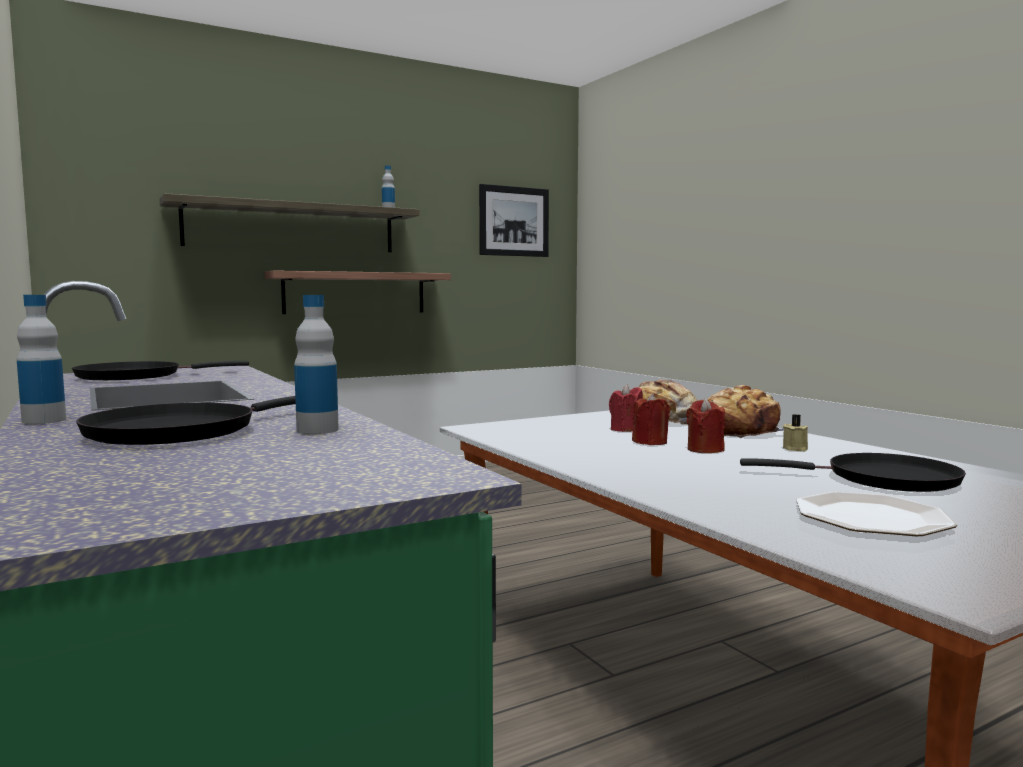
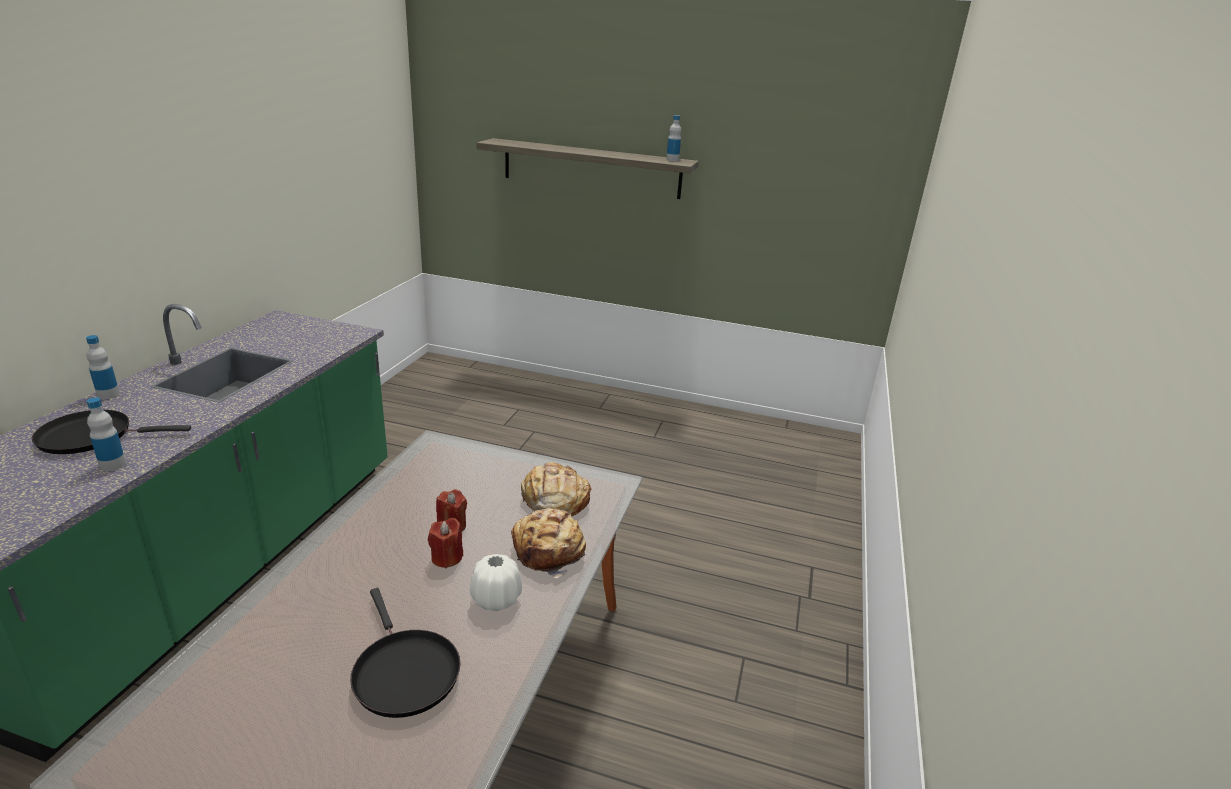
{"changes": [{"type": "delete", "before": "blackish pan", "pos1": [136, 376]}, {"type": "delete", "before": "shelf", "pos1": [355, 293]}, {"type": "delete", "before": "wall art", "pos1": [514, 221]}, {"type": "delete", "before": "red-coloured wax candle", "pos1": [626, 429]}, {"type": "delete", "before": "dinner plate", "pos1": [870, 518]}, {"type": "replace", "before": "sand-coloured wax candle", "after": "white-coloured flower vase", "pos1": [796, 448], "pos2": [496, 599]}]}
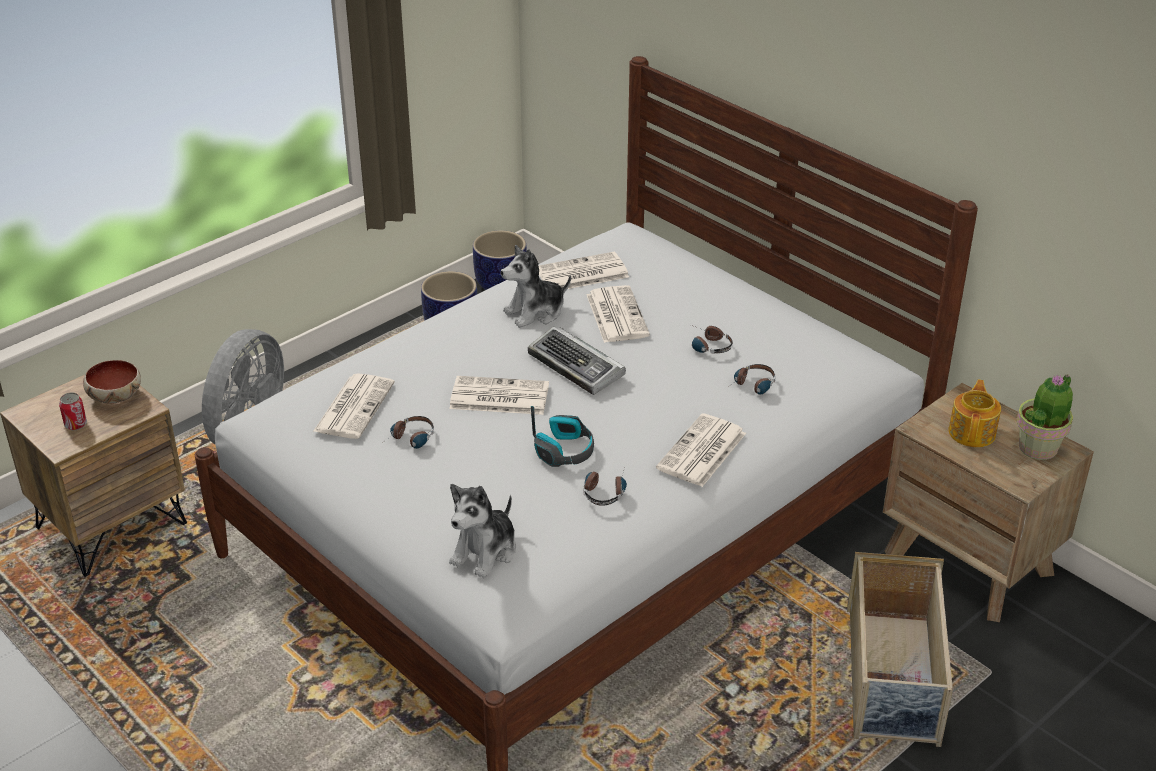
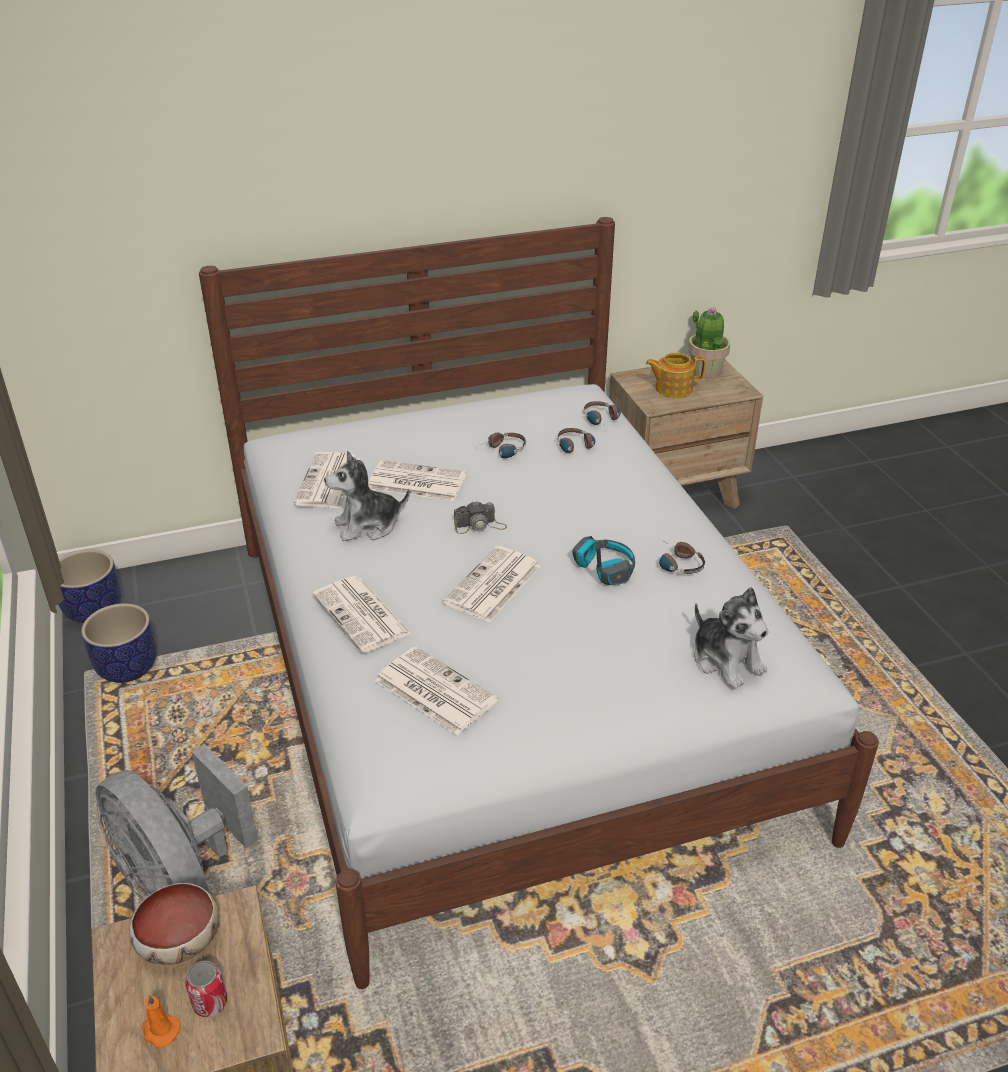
{"changes": [{"type": "delete", "before": "sand-coloured storage box", "pos1": [893, 677]}, {"type": "insert", "after": "orangey wax candle", "pos2": [160, 1030]}, {"type": "move", "before": "headset", "pos1": [409, 440], "pos2": [603, 420]}, {"type": "move", "before": "printed paper", "pos1": [701, 452], "pos2": [363, 615]}, {"type": "replace", "before": "computer keyboard", "after": "still camera", "pos1": [577, 367], "pos2": [480, 526]}, {"type": "rotate", "before": "cuddly toy", "pos1": [535, 312], "pos2": [368, 526], "turn": 75}, {"type": "rotate", "before": "pot for tea", "pos1": [972, 432], "pos2": [672, 388], "turn": -45}]}
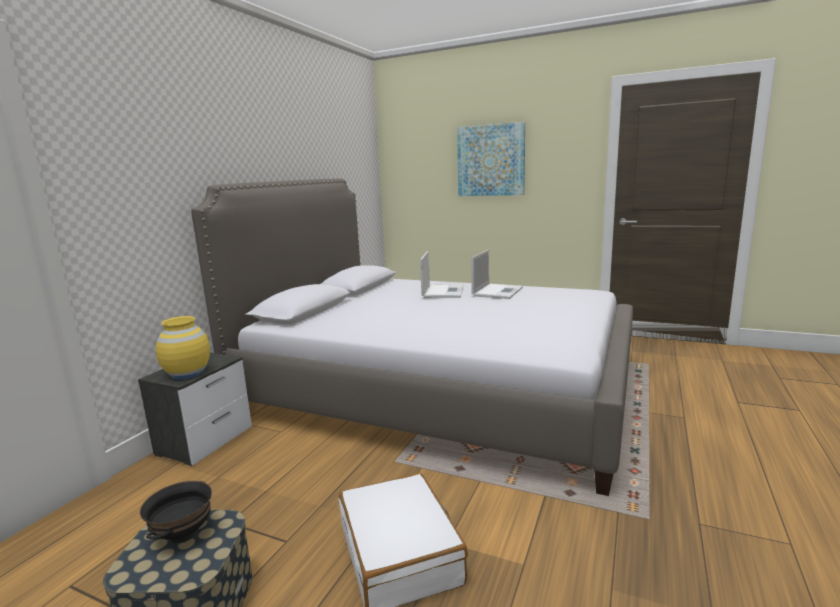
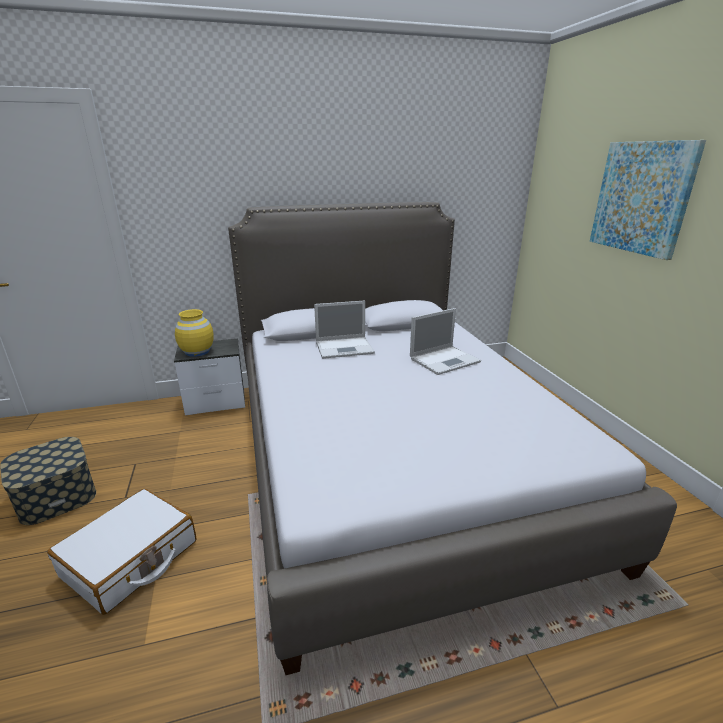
{"changes": [{"type": "delete", "before": "blackish serving bowl", "pos1": [184, 535]}, {"type": "move", "before": "notebook computer", "pos1": [497, 291], "pos2": [345, 347]}]}
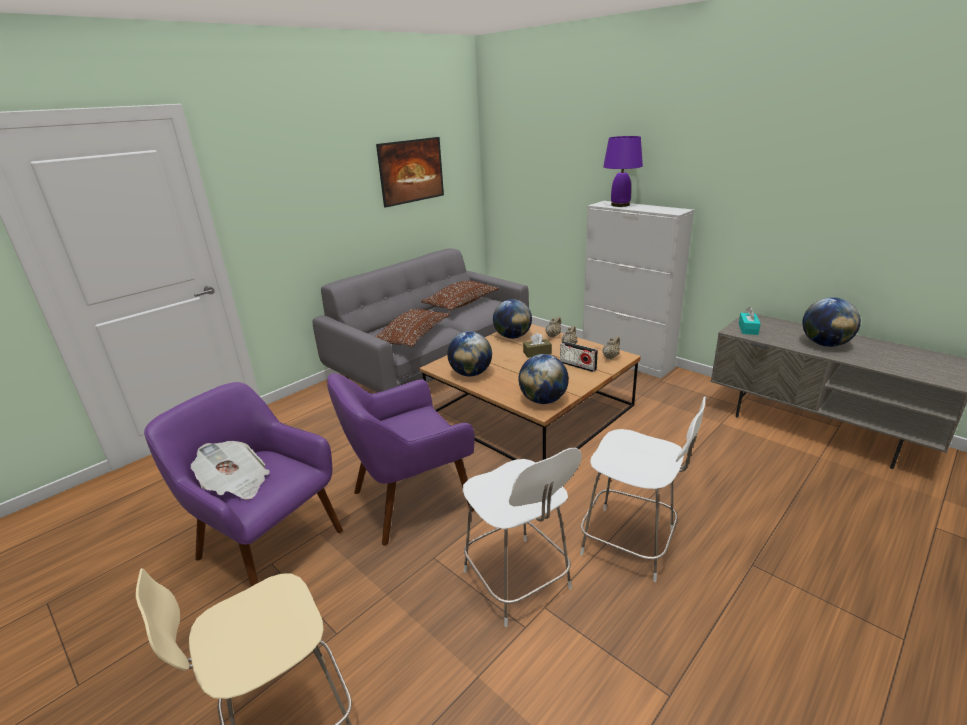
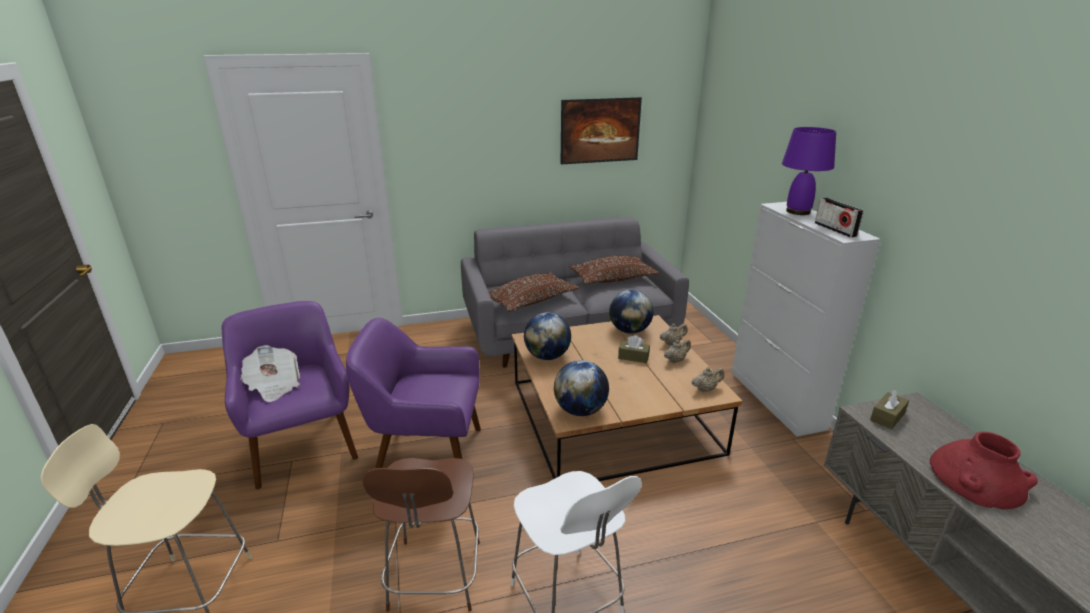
{"changes": [{"type": "move", "before": "radio set", "pos1": [578, 366], "pos2": [835, 229]}, {"type": "replace", "before": "desk globe", "after": "red-coloured flower vase", "pos1": [825, 344], "pos2": [977, 479]}, {"type": "recolor", "before": "white-coloured stool seat", "after": "brown stool seat", "pos1": [518, 582], "pos2": [434, 578]}, {"type": "recolor", "before": "turquoise box of tissues", "after": "brown box of tissues", "pos1": [748, 329], "pos2": [887, 417]}]}
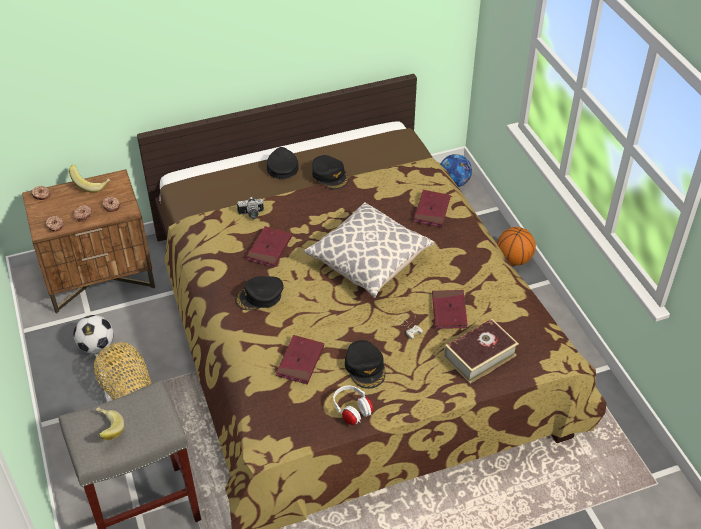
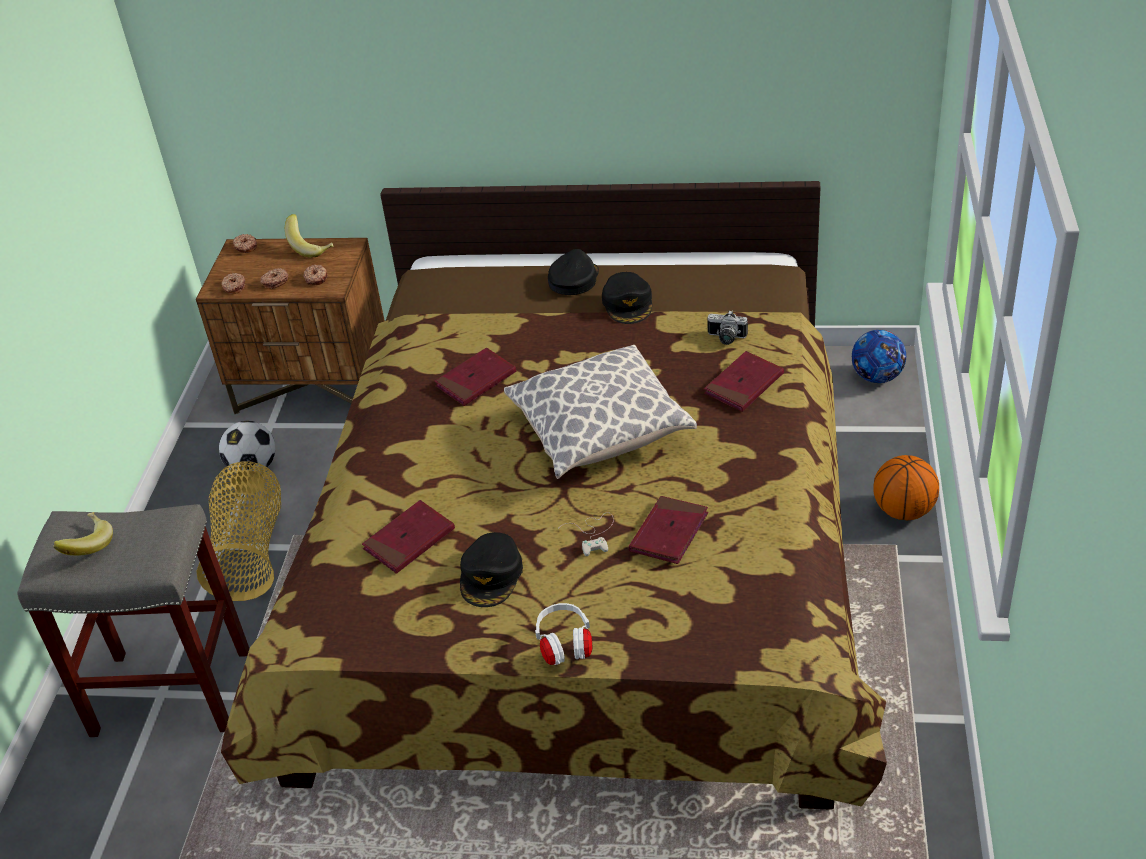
{"changes": [{"type": "delete", "before": "blackish cap", "pos1": [259, 297]}, {"type": "delete", "before": "volume", "pos1": [479, 356]}, {"type": "move", "before": "still camera", "pos1": [251, 214], "pos2": [726, 338]}, {"type": "move", "before": "white-coloured headset", "pos1": [352, 411], "pos2": [565, 646]}]}
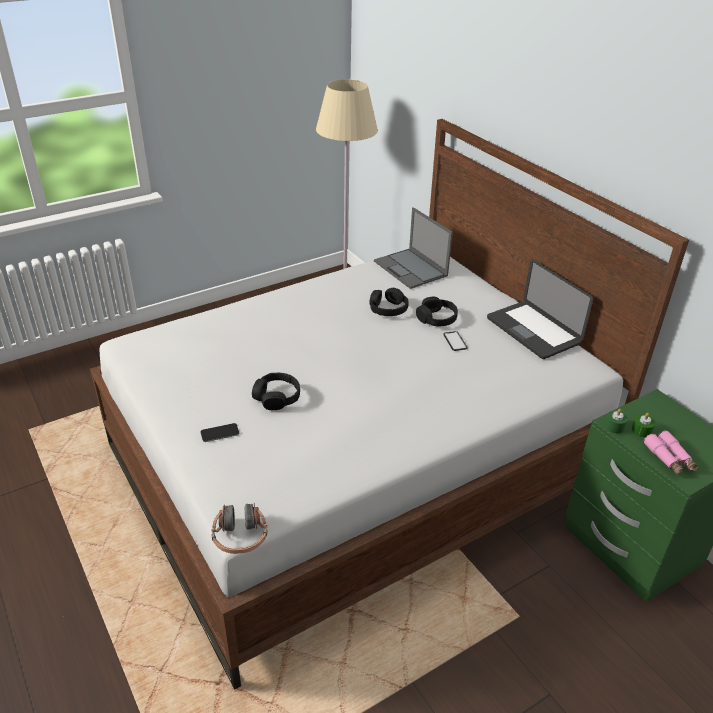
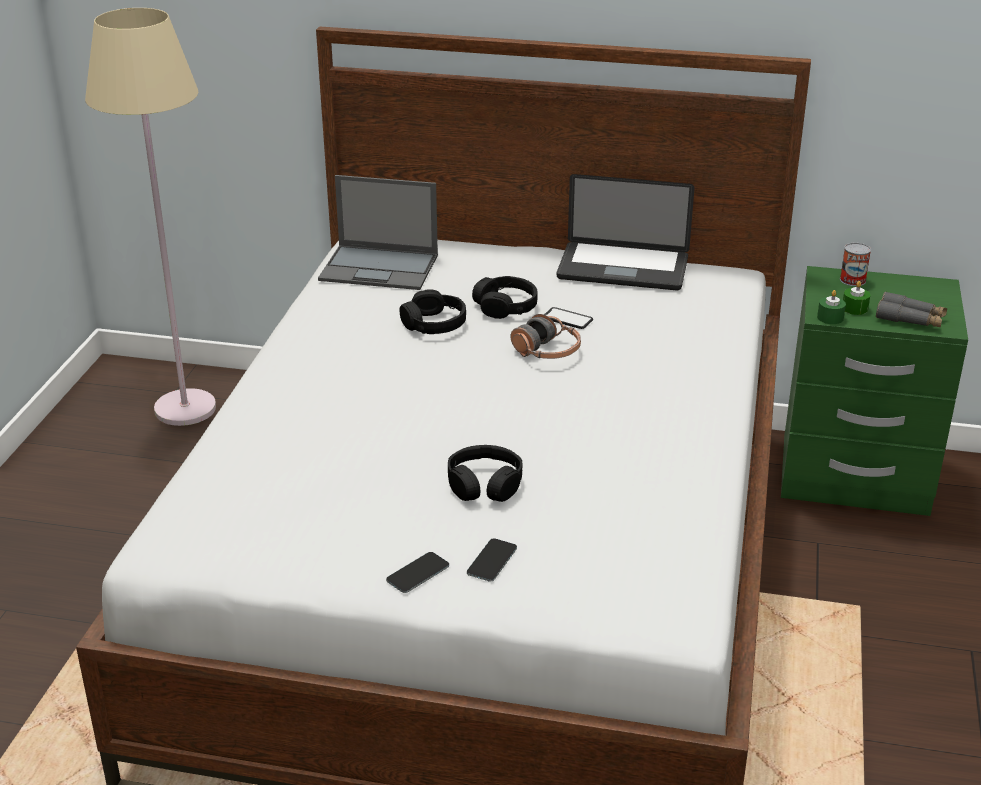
{"changes": [{"type": "insert", "after": "telephone", "pos2": [418, 573]}, {"type": "insert", "after": "metal can", "pos2": [852, 280]}, {"type": "move", "before": "headset", "pos1": [240, 536], "pos2": [546, 352]}, {"type": "recolor", "before": "pink field glasses", "after": "grey field glasses", "pos1": [669, 458], "pos2": [910, 319]}]}
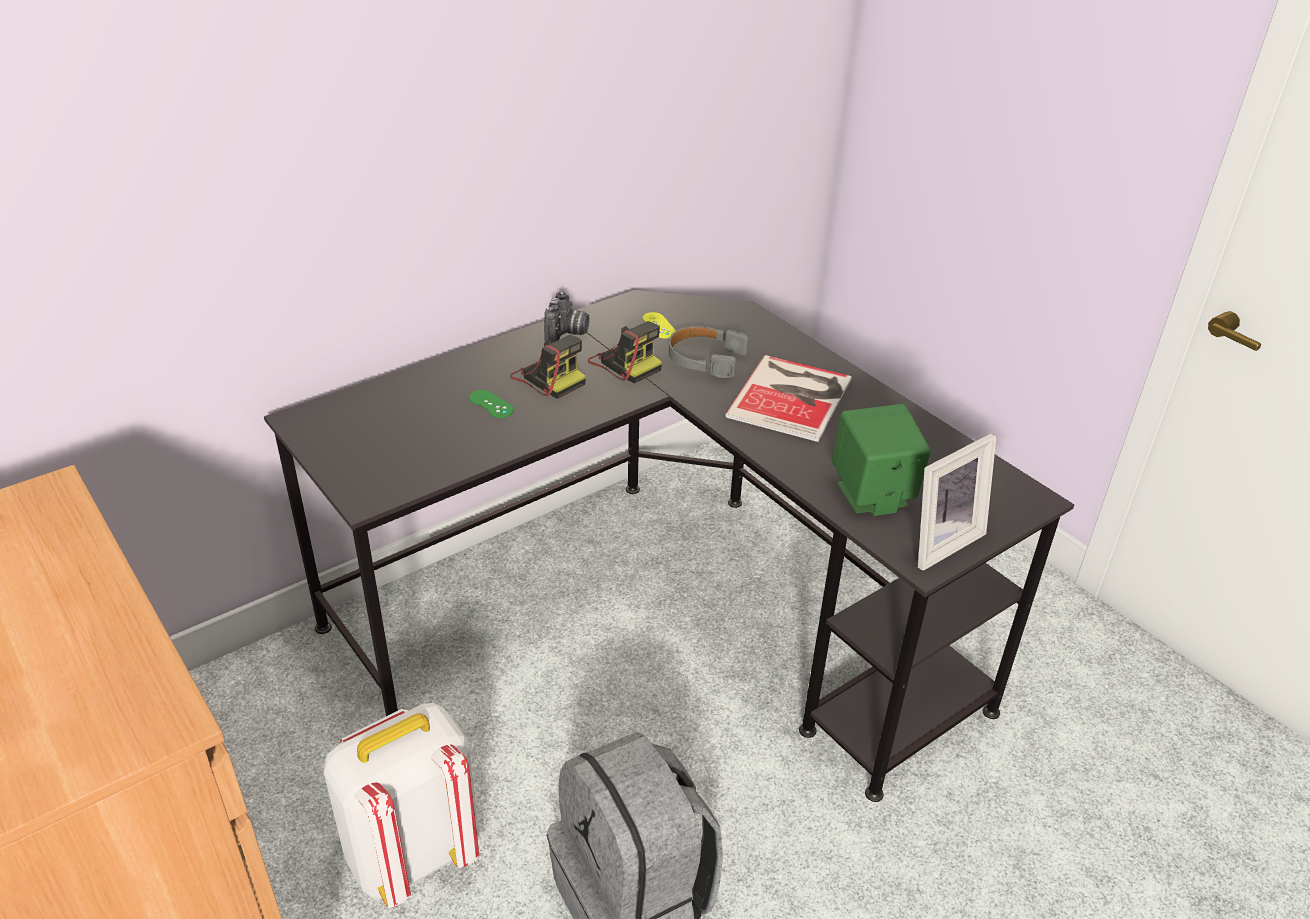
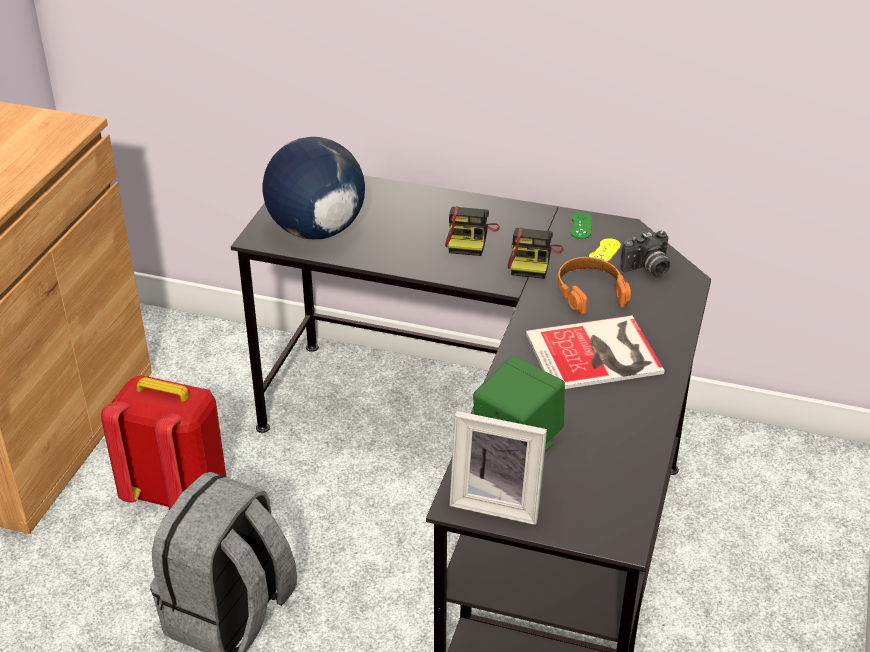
{"changes": [{"type": "insert", "after": "desk globe", "pos2": [316, 231]}, {"type": "move", "before": "green game controller", "pos1": [491, 404], "pos2": [581, 226]}, {"type": "move", "before": "still camera", "pos1": [567, 334], "pos2": [647, 269]}, {"type": "recolor", "before": "white-coloured backpack", "after": "red-coloured backpack", "pos1": [412, 854], "pos2": [178, 493]}, {"type": "recolor", "before": "grey headset", "after": "orangey headset", "pos1": [705, 359], "pos2": [590, 292]}]}
